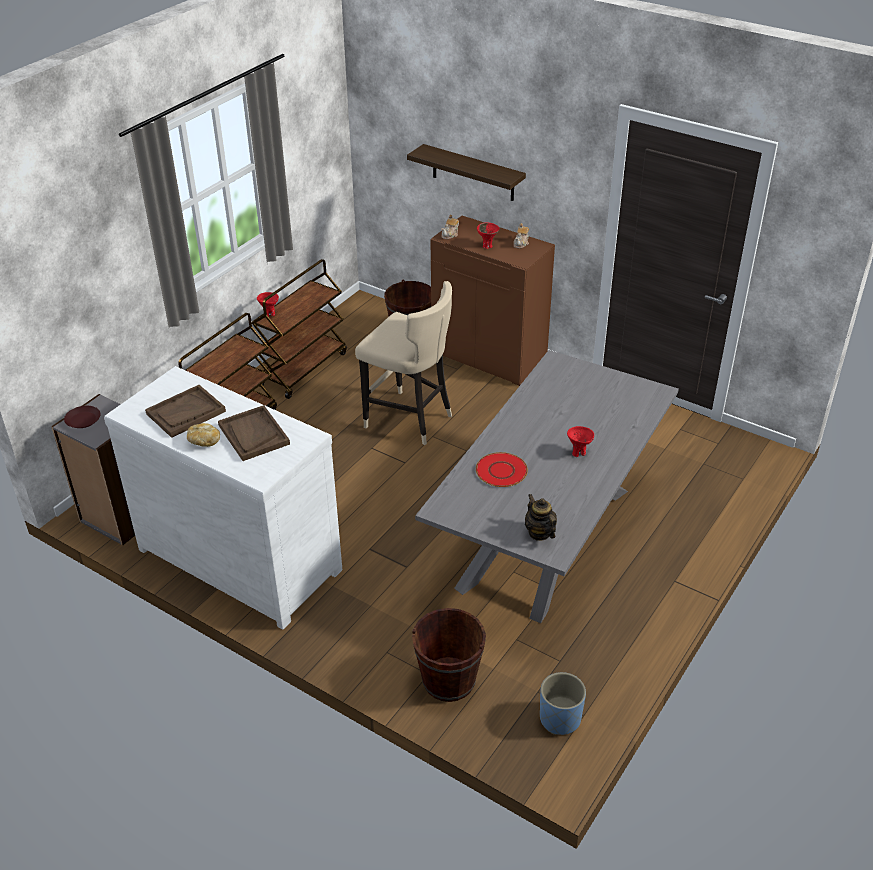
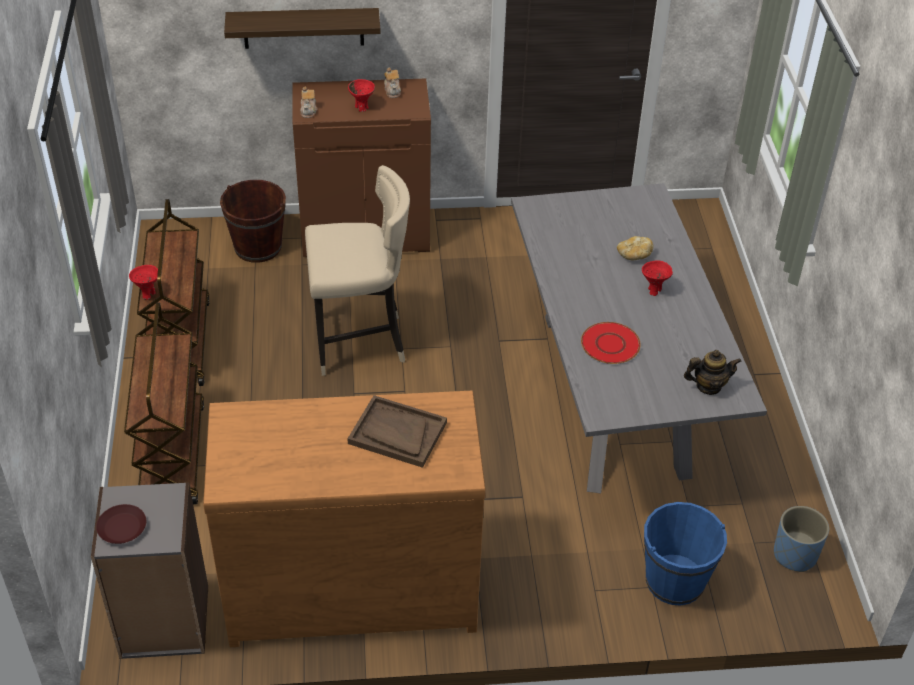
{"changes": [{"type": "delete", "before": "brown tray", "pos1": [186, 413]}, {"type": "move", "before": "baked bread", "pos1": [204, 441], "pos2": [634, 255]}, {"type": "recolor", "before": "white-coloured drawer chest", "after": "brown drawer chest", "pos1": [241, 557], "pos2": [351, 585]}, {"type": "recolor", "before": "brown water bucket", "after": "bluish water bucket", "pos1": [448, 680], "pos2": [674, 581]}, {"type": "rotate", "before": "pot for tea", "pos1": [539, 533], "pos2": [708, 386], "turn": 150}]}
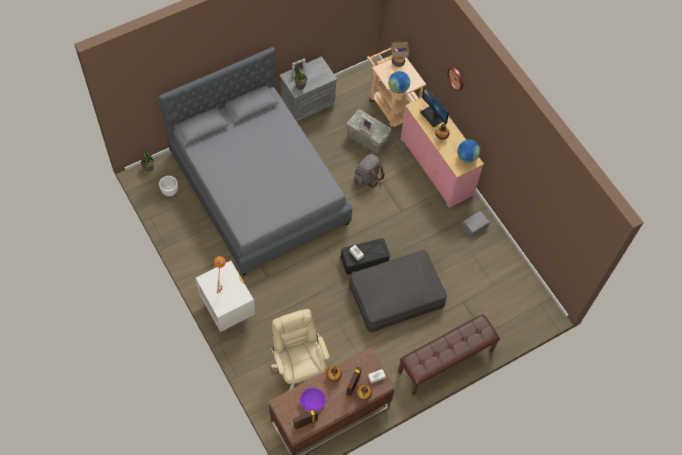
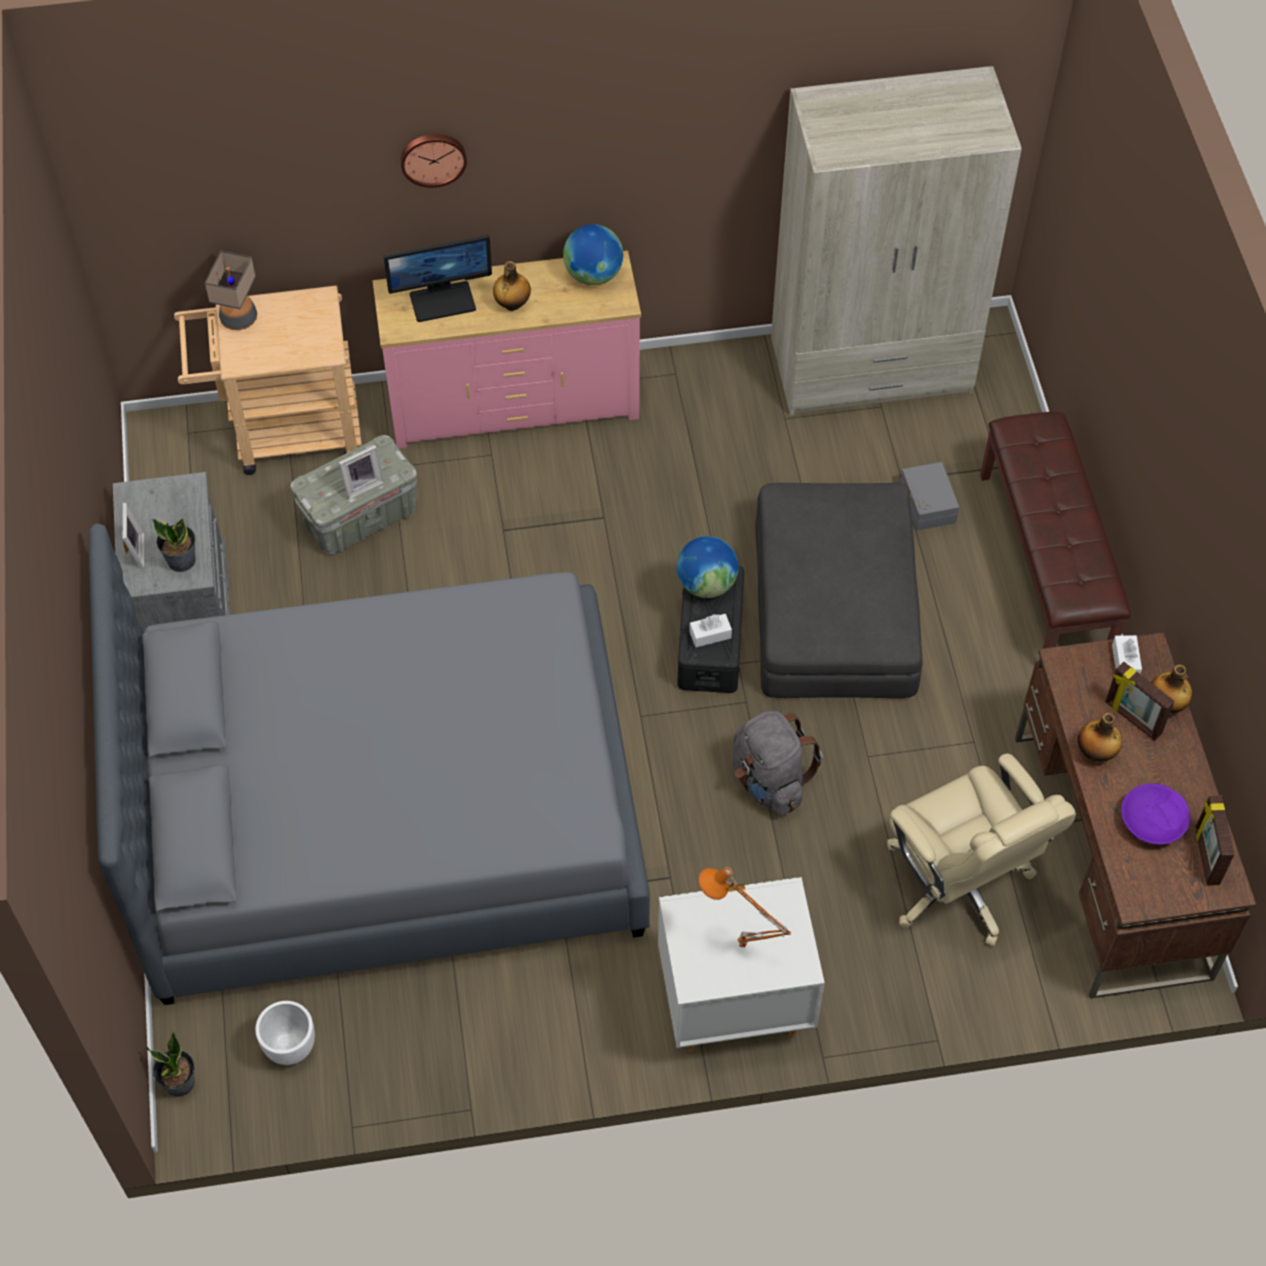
{"changes": [{"type": "insert", "after": "sand-coloured armoire", "pos2": [872, 367]}, {"type": "move", "before": "grey backpack", "pos1": [367, 177], "pos2": [769, 781]}, {"type": "move", "before": "desk globe", "pos1": [398, 88], "pos2": [706, 584]}, {"type": "move", "before": "grey storage box", "pos1": [474, 225], "pos2": [926, 504]}, {"type": "rotate", "before": "sand-coloured office chair", "pos1": [299, 367], "pos2": [959, 884], "turn": -120}]}
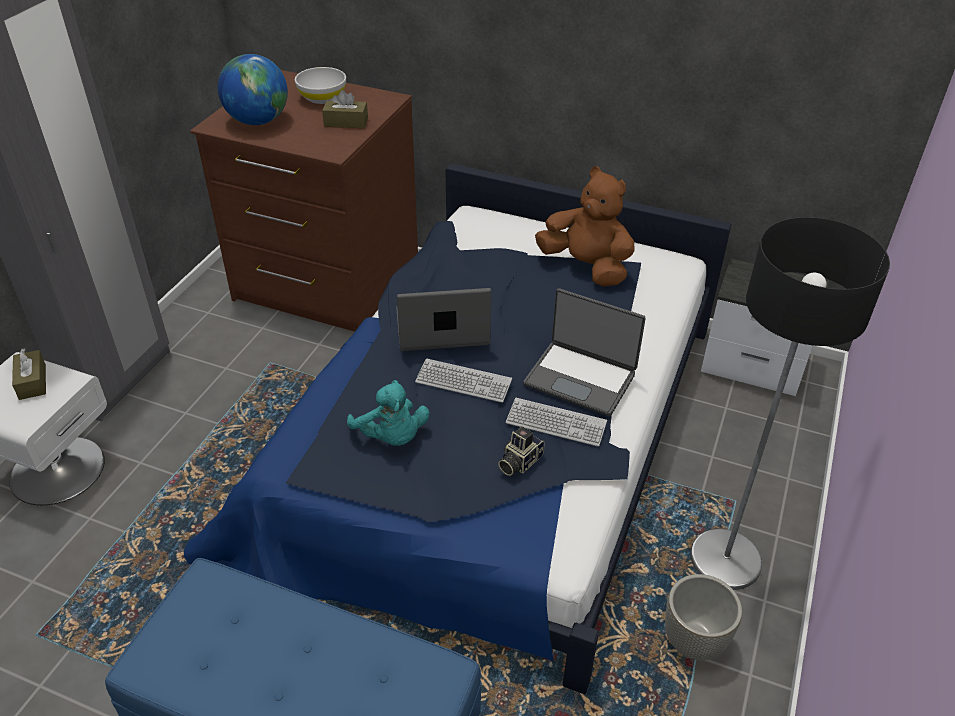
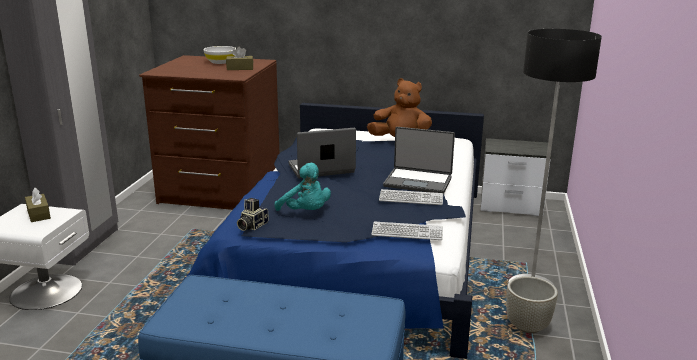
{"changes": [{"type": "delete", "before": "desk globe", "pos1": [258, 121]}, {"type": "move", "before": "computer keyboard", "pos1": [463, 382], "pos2": [407, 232]}, {"type": "move", "before": "still camera", "pos1": [518, 461], "pos2": [251, 226]}]}
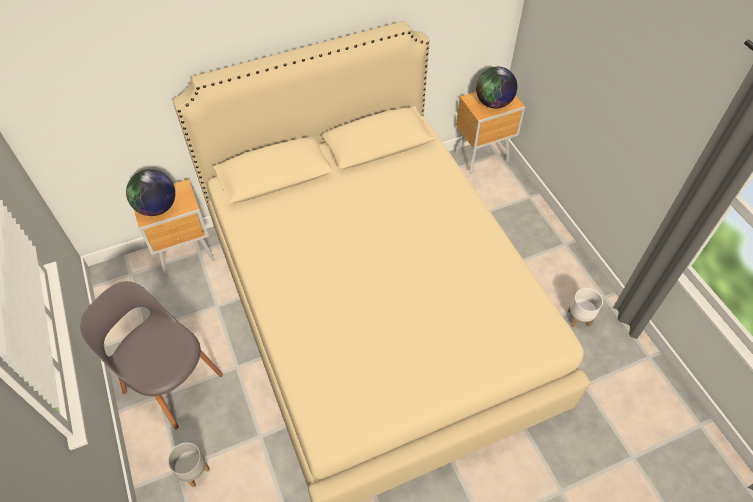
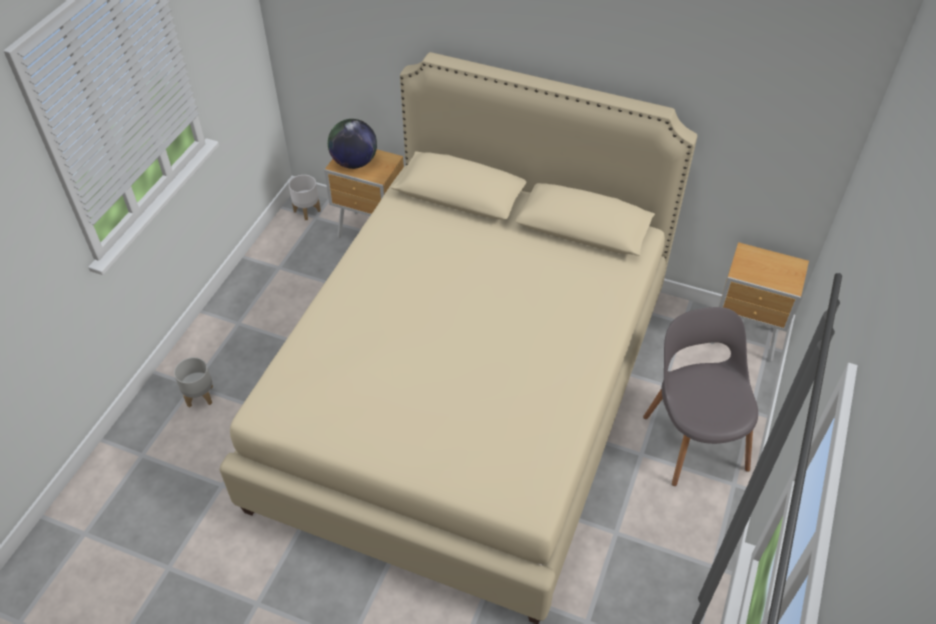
{"changes": [{"type": "delete", "before": "desk globe", "pos1": [493, 103]}, {"type": "move", "before": "grey chair", "pos1": [170, 380], "pos2": [694, 438]}, {"type": "move", "before": "white-coloured flower pot", "pos1": [579, 317], "pos2": [307, 210]}]}
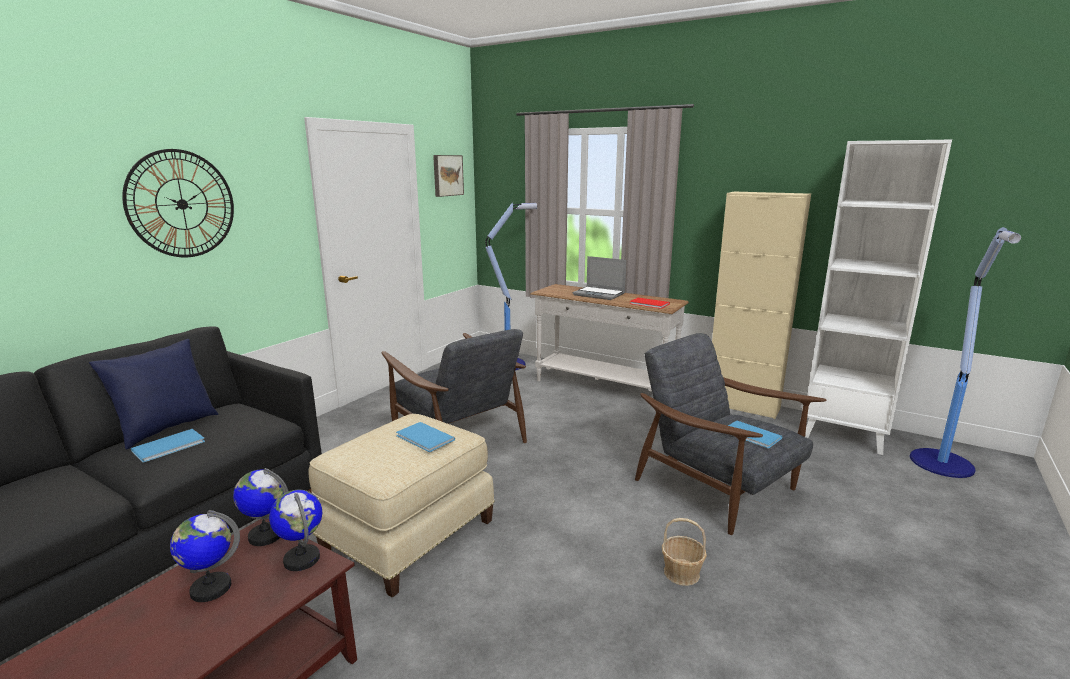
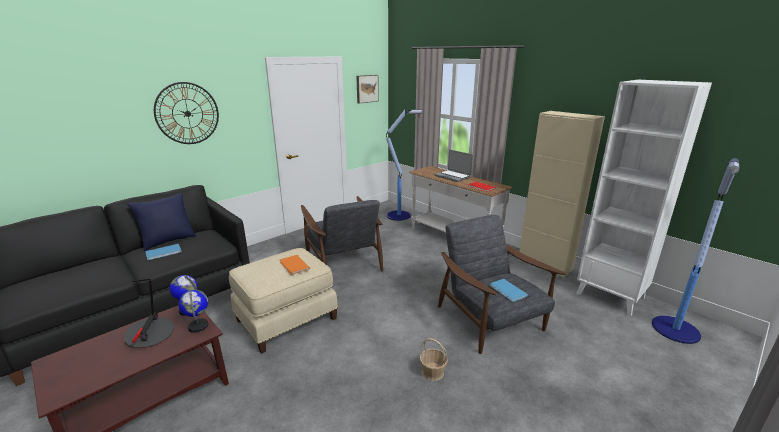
{"changes": [{"type": "replace", "before": "desk globe", "after": "tabletop lamp", "pos1": [210, 588], "pos2": [150, 334]}, {"type": "recolor", "before": "bluish volume", "after": "orangey volume", "pos1": [424, 439], "pos2": [293, 265]}]}
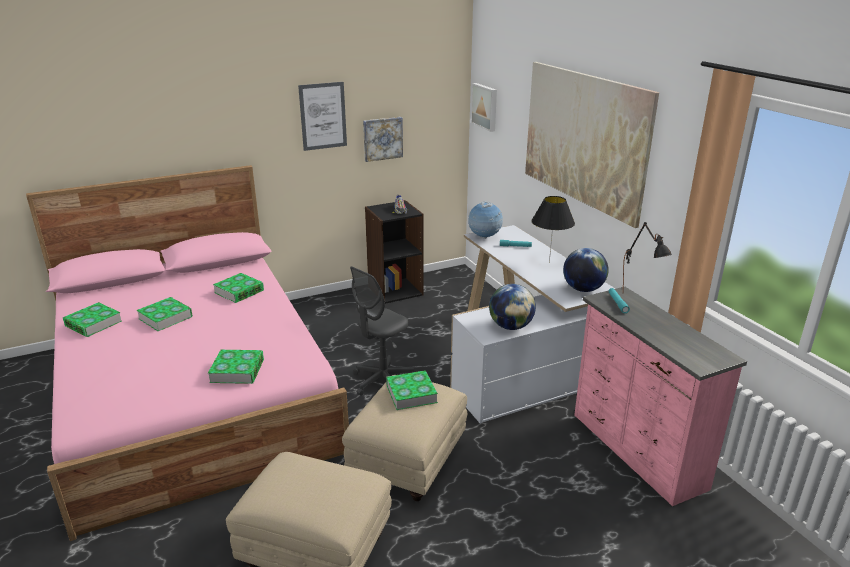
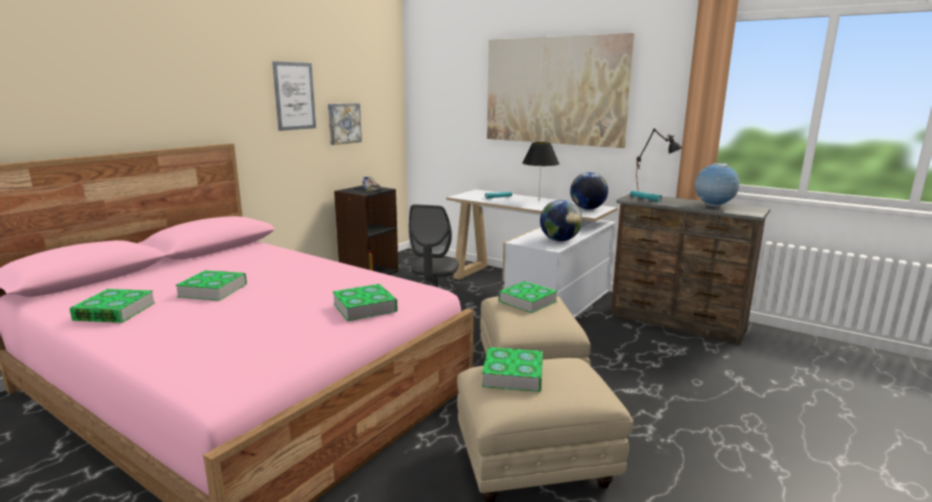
{"changes": [{"type": "delete", "before": "wall art", "pos1": [485, 106]}, {"type": "move", "before": "volume", "pos1": [239, 291], "pos2": [513, 375]}, {"type": "move", "before": "desk globe", "pos1": [484, 237], "pos2": [713, 206]}, {"type": "recolor", "before": "pink drawer chest", "after": "brown drawer chest", "pos1": [636, 451], "pos2": [676, 323]}]}
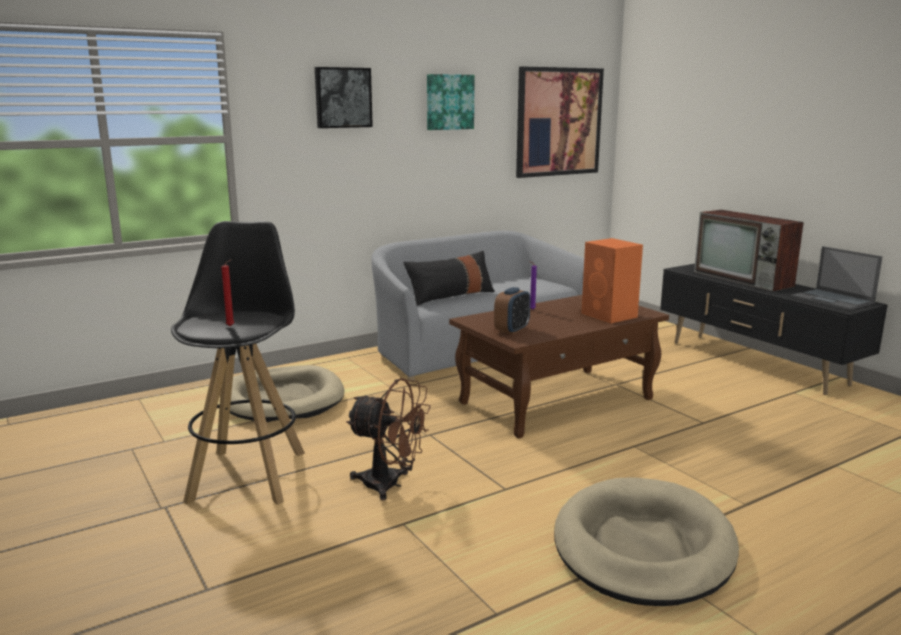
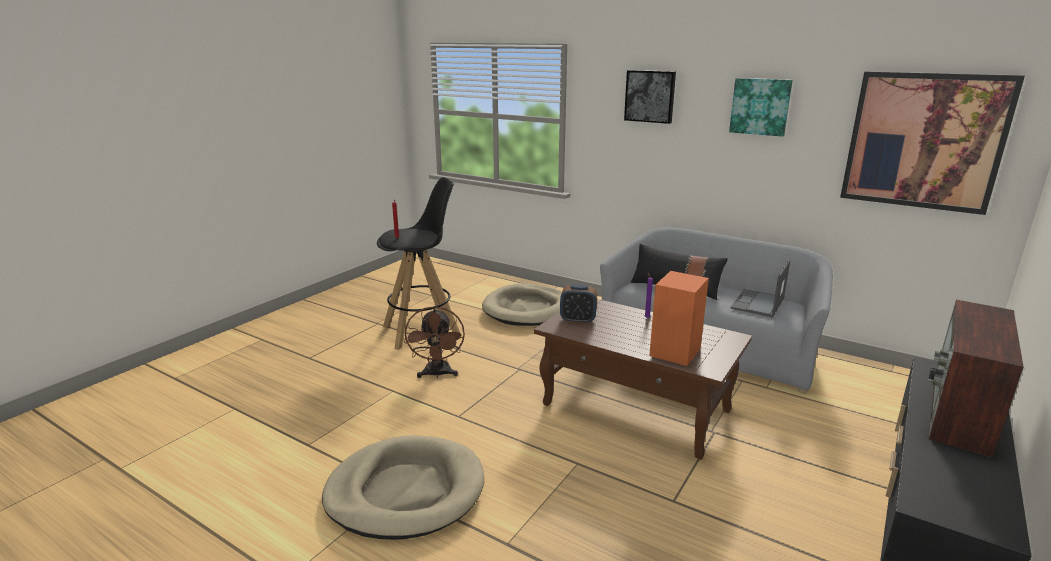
{"changes": [{"type": "move", "before": "notebook computer", "pos1": [833, 300], "pos2": [758, 303]}]}
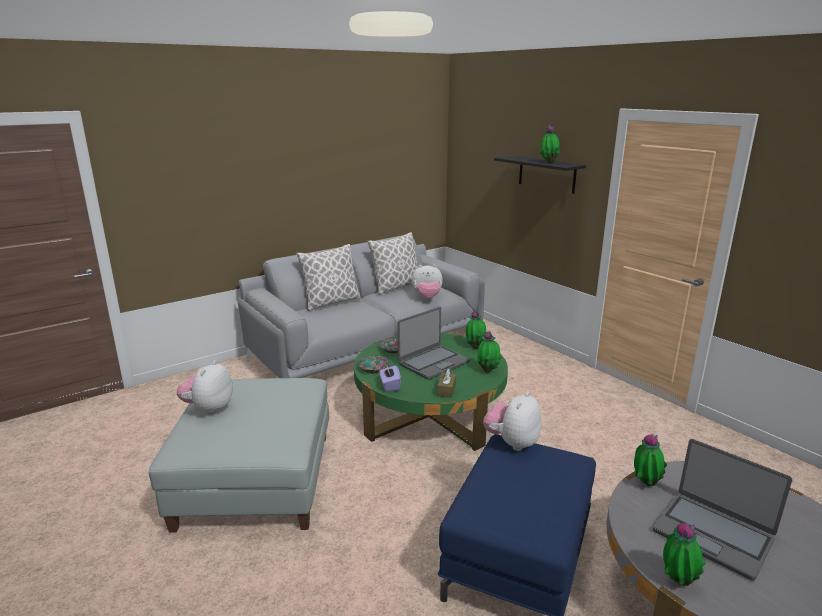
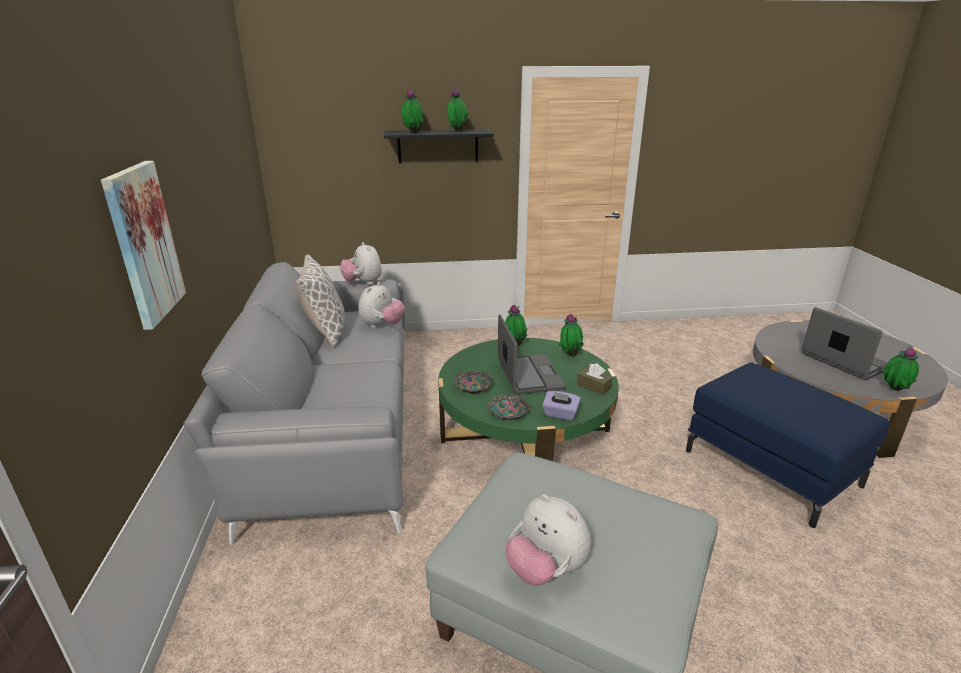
{"changes": [{"type": "delete", "before": "pillow", "pos1": [331, 302]}, {"type": "insert", "after": "wall art", "pos2": [144, 243]}, {"type": "move", "before": "cuddly toy", "pos1": [512, 443], "pos2": [363, 283]}, {"type": "move", "before": "potted plant", "pos1": [645, 484], "pos2": [412, 133]}, {"type": "rotate", "before": "notebook computer", "pos1": [712, 535], "pos2": [844, 361], "turn": -105}]}
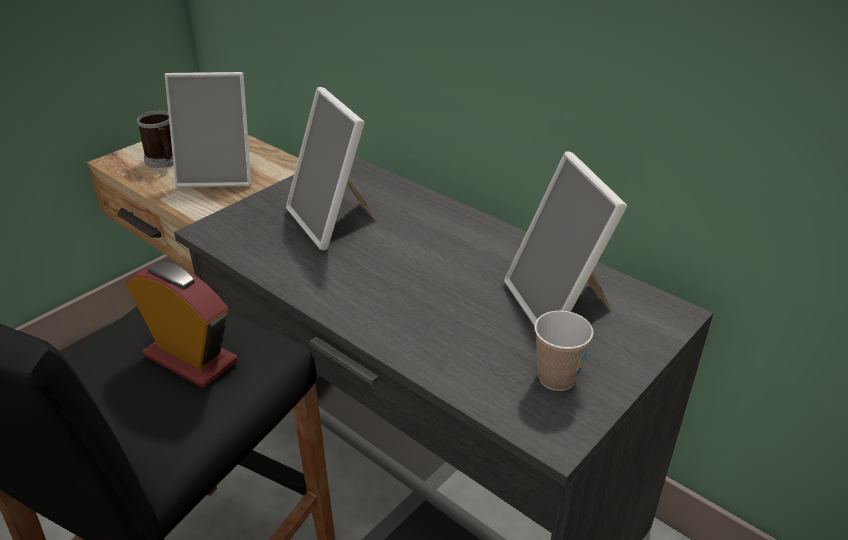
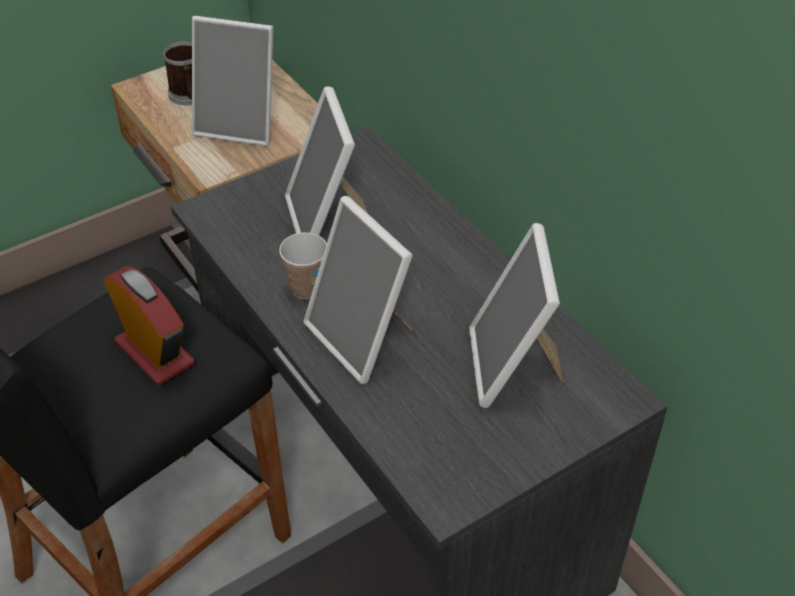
{"changes": [{"type": "insert", "after": "photo frame", "pos2": [363, 338]}, {"type": "move", "before": "cup", "pos1": [556, 378], "pos2": [306, 288]}]}
